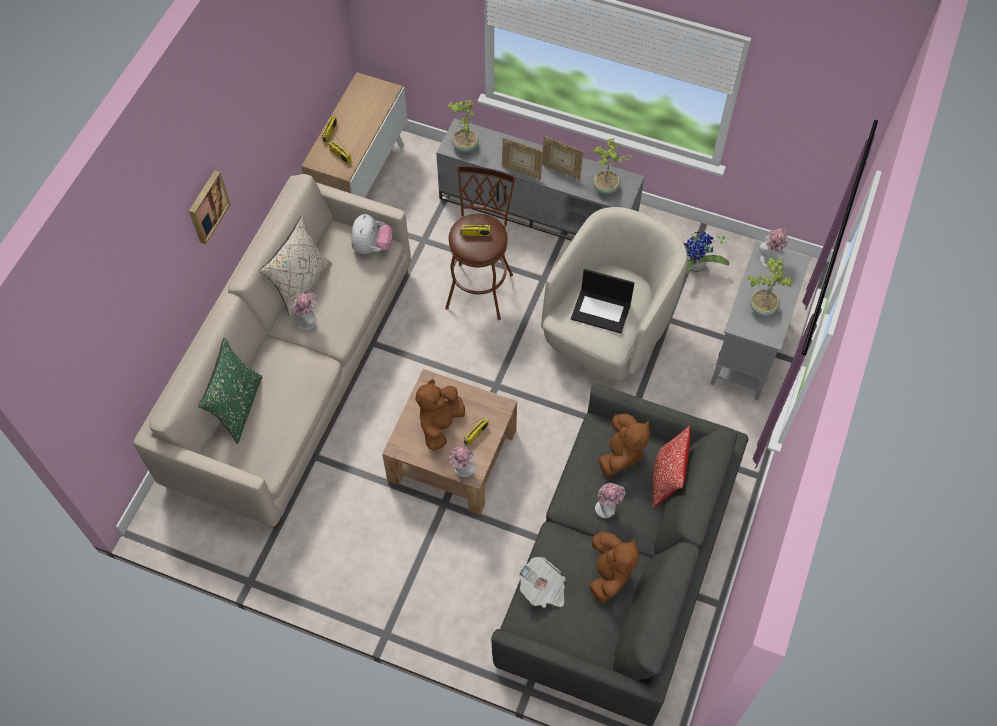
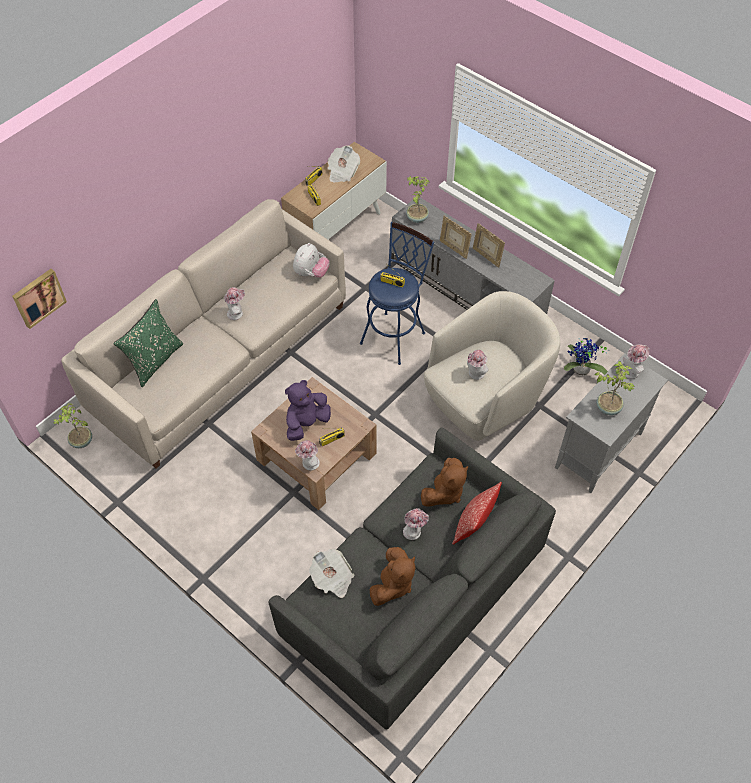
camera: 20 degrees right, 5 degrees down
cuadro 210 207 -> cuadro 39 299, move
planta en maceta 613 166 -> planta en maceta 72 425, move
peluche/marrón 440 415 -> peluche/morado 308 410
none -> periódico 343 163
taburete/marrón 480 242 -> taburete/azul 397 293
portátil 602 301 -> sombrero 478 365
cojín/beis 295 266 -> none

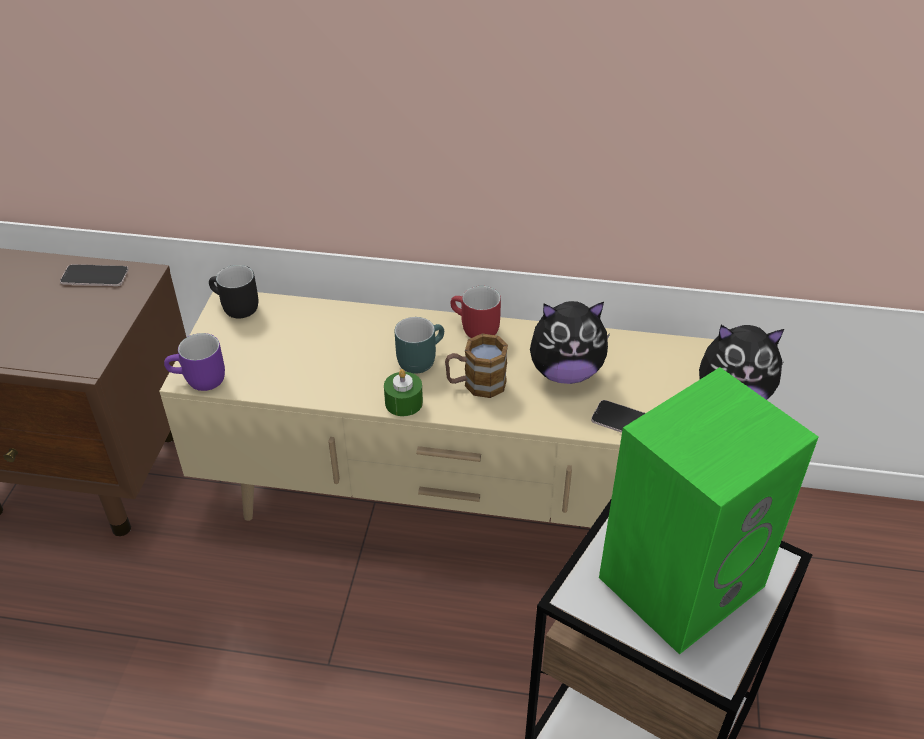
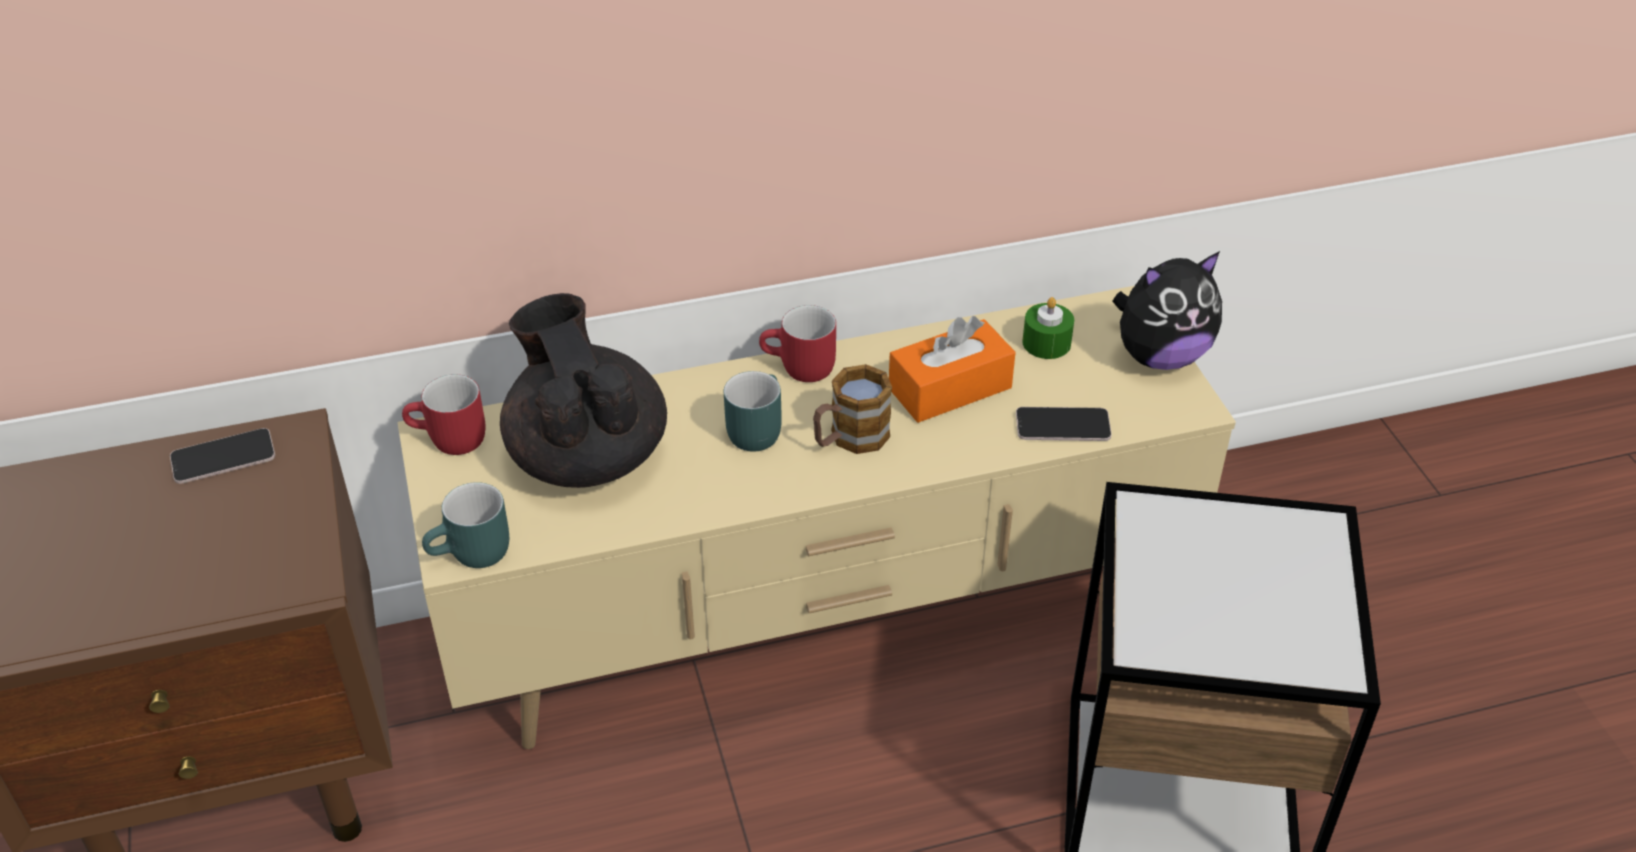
camera: 25 degrees left, 0 degrees up
taza grande/negro 233 291 -> taza grande/rojo 443 414
taza grande/morado 194 362 -> taza grande/turquesa 465 525
none -> tetera/negro 583 390
peluche 570 342 -> caja de pañuelos/naranja 952 369
vela/verde 403 392 -> vela/verde 1048 328, move
altavoz/verde 709 511 -> none

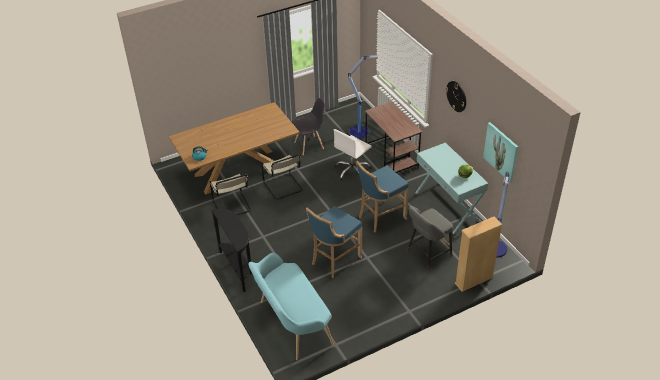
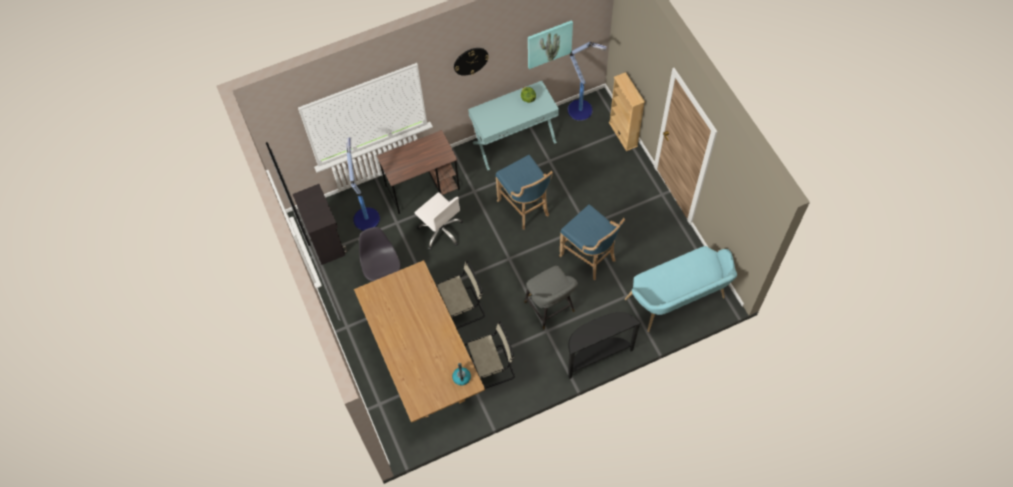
camera: 85 degrees left, 20 degrees up
none -> armario/negro 320 224
taburete/gris 430 238 -> taburete/gris 551 298, move

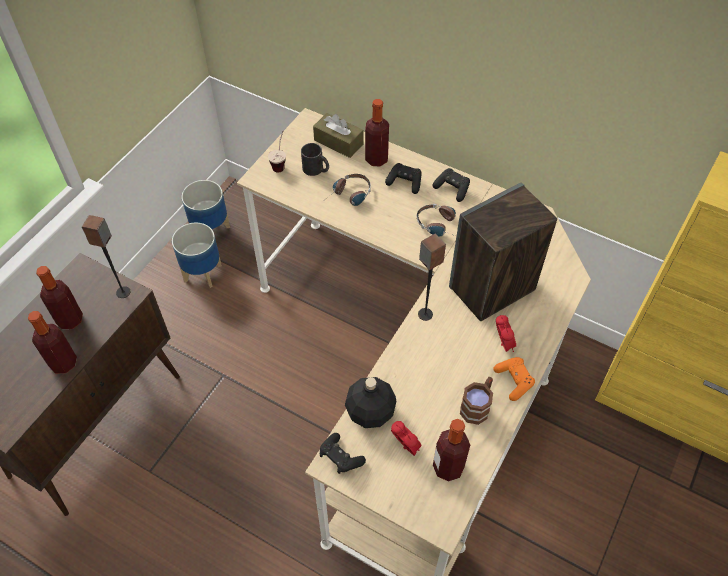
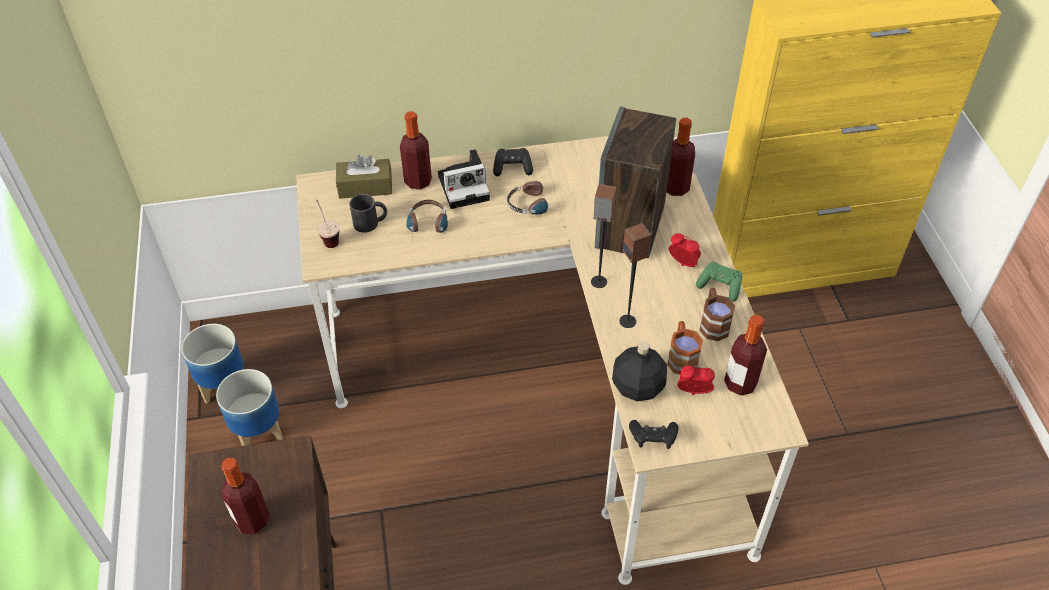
camera: 40 degrees left, 5 degrees down
mando de consola/negro 403 178 -> cámara 464 179
altavoz 106 256 -> altavoz 635 275, move
botella 52 342 -> botella 680 157, move
none -> taza grande/marrón 685 348
mando de consola/naranja 514 379 -> mando de consola/verde 719 282

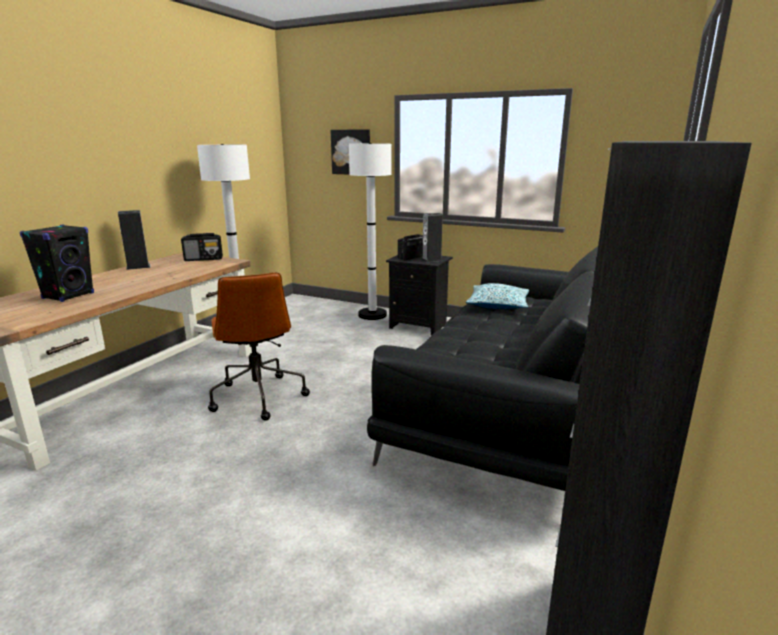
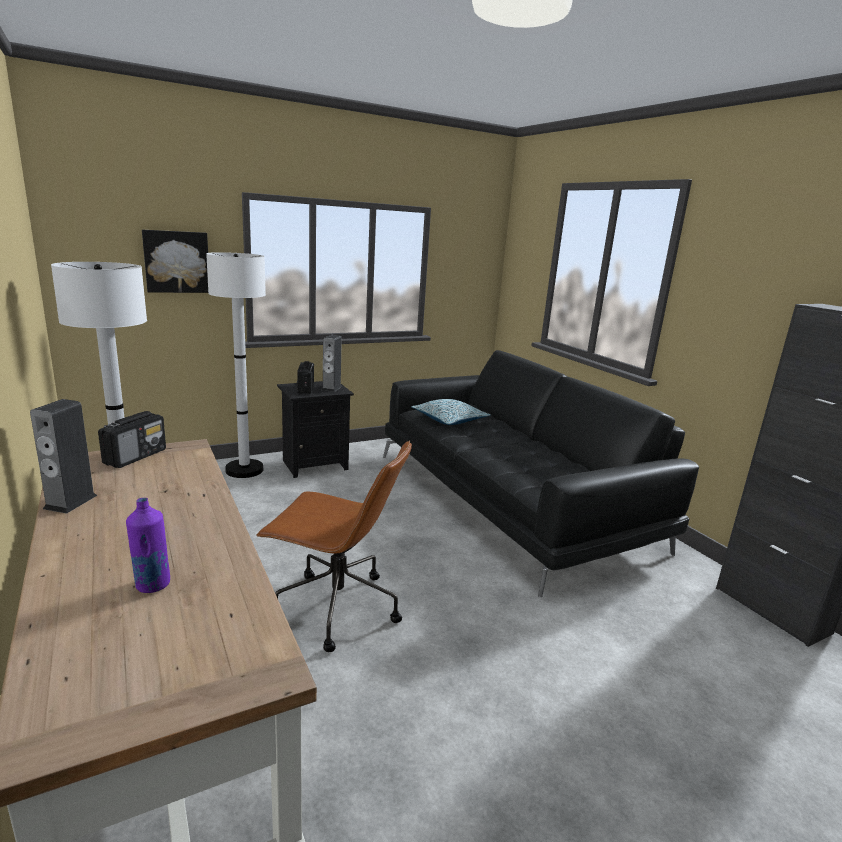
camera: 55 degrees left, 0 degrees up
altavoz/negro 57 263 -> botella/morado 148 545

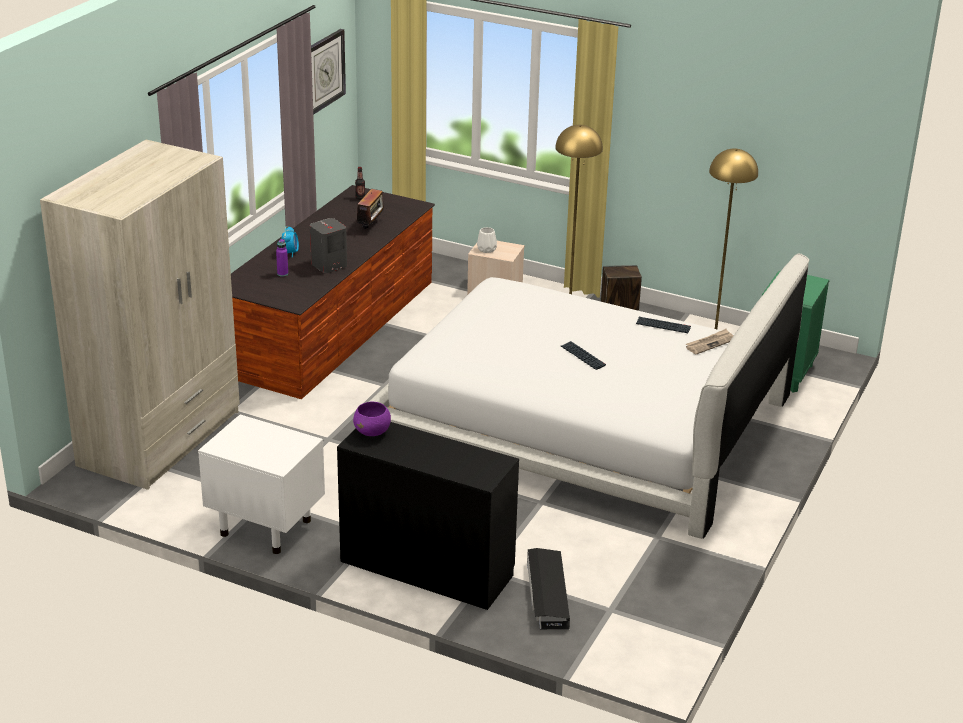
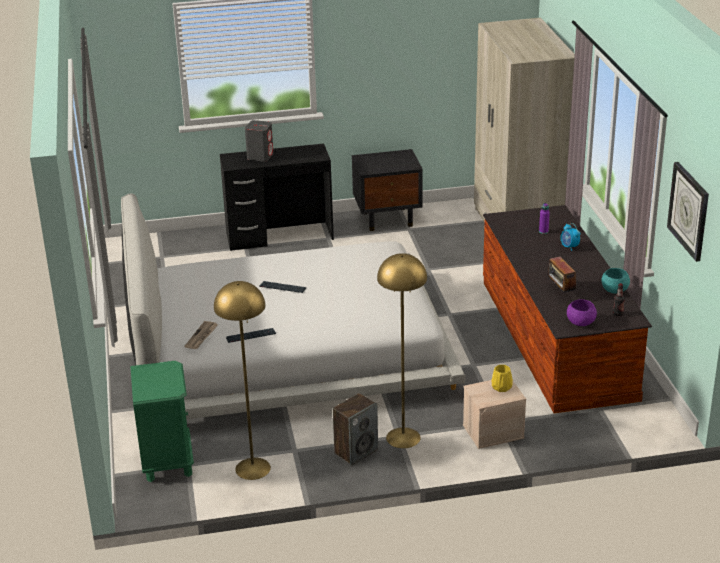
camera: 145 degrees right, 0 degrees up
altavoz/gris 328 245 -> altavoz/gris 259 141, move
mesita de noche/blanco 261 484 -> mesita de noche/negro 387 190
florero/blanco 487 240 -> florero/amarillo 502 378
cuenco/morado 372 419 -> cuenco/morado 582 312, move
none -> cuenco/turquesa 616 281
caja de almacenaje/negro 548 588 -> none

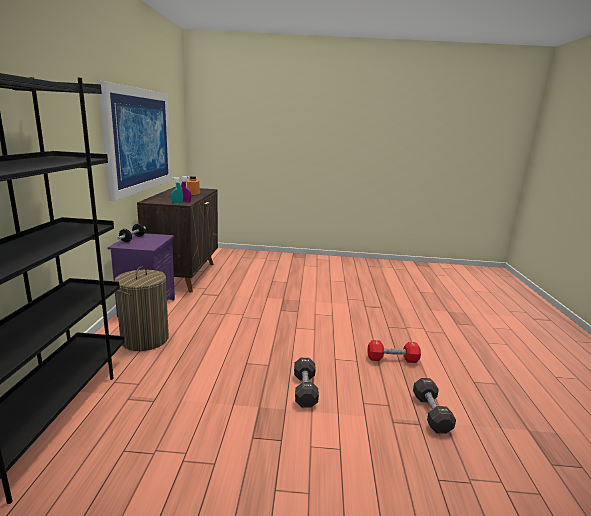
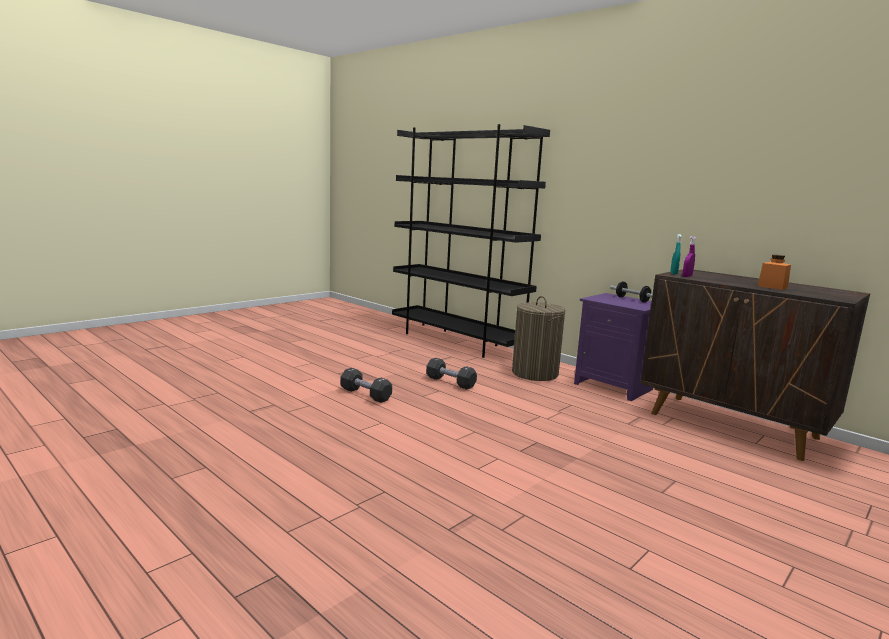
camera: 130 degrees right, 5 degrees down
mancuerna/negro 434 406 -> mancuerna/negro 451 373, move
cuadro 135 141 -> none
mancuerna/rojo 394 351 -> none

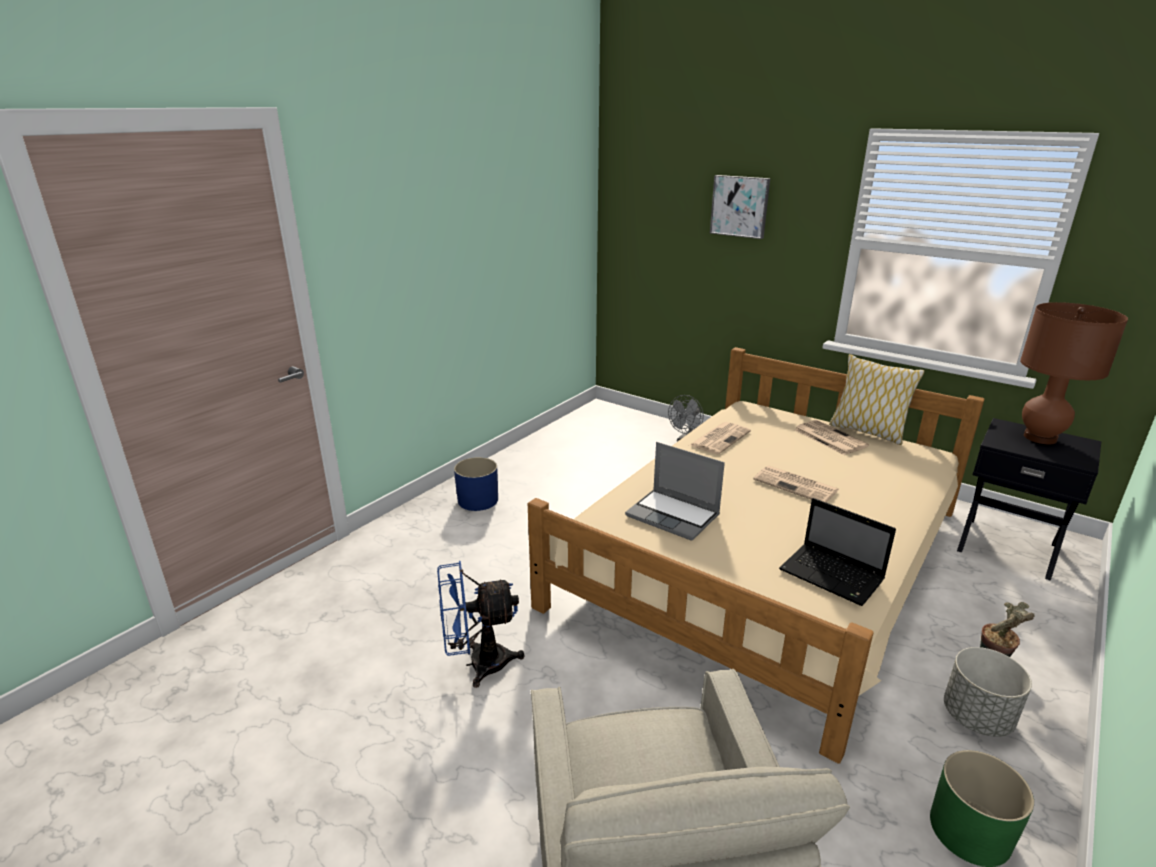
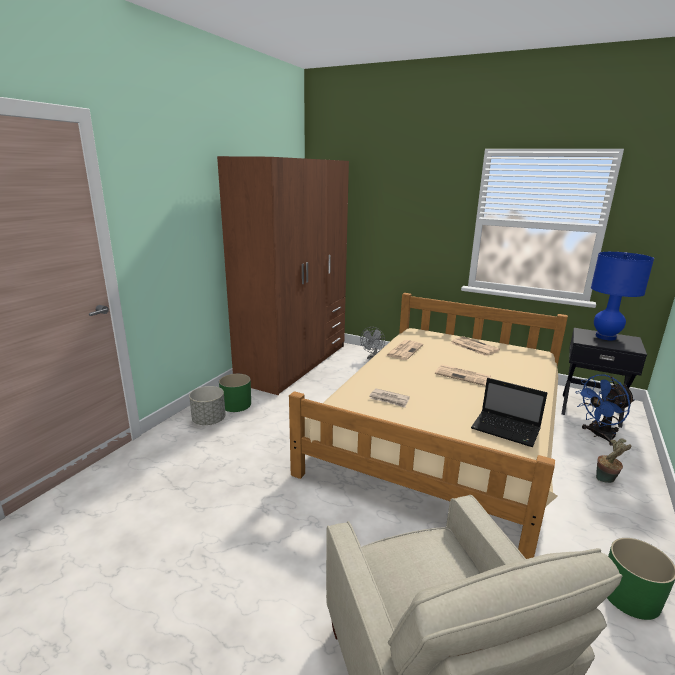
camera: 10 degrees left, 5 degrees down
maceta/gris 988 692 -> maceta/gris 207 405, move
none -> armario ropero/marrón 283 275
maceta/azul 476 484 -> maceta/verde 235 393
portátil 675 491 -> periódico 389 398
ventilador/azul 480 624 -> ventilador/azul 605 410, move
lámpara de mesa/marrón 1074 373 -> lámpara de mesa/azul 622 296
cuadro 740 207 -> none
cojín 877 399 -> none

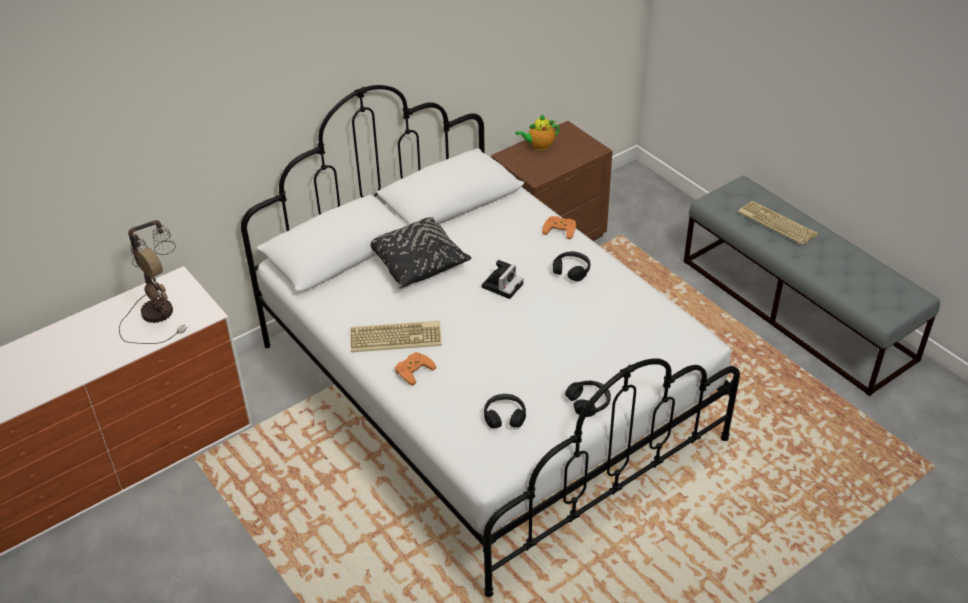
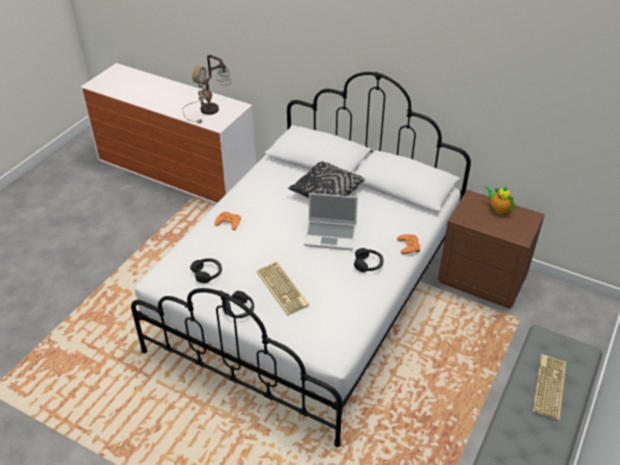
camera: 65 degrees right, 0 degrees up
teclado 396 336 -> teclado 282 289, move
cámara 502 279 -> portátil 331 221

